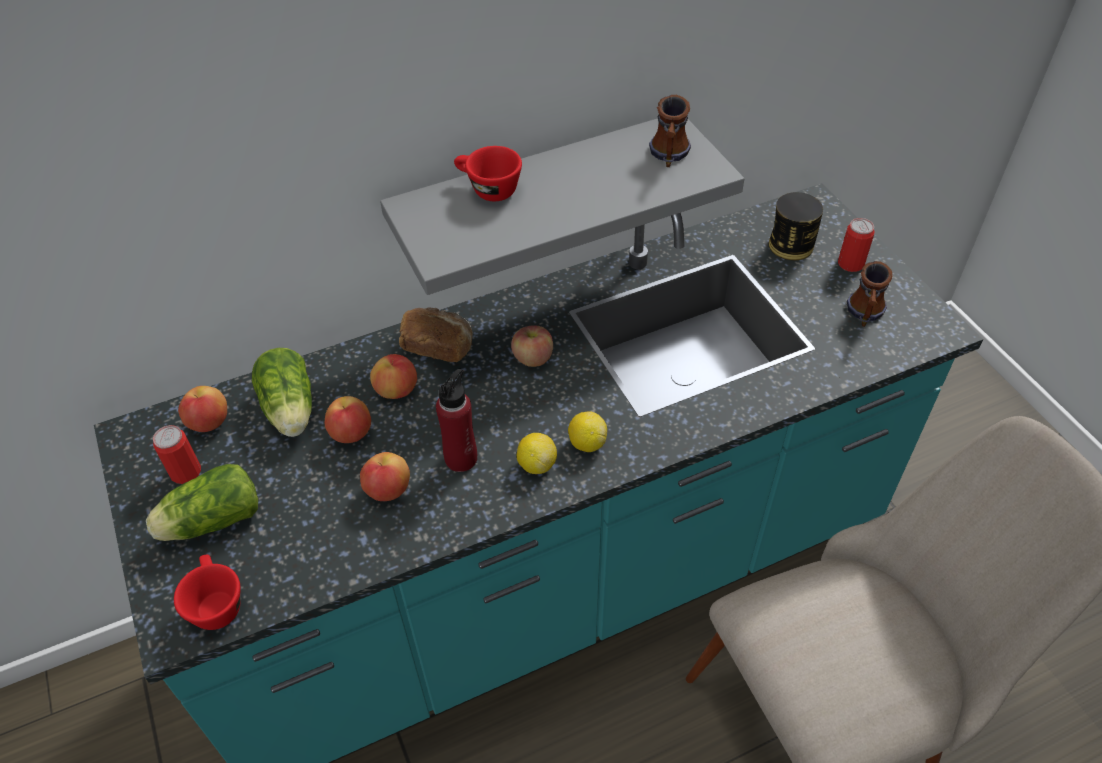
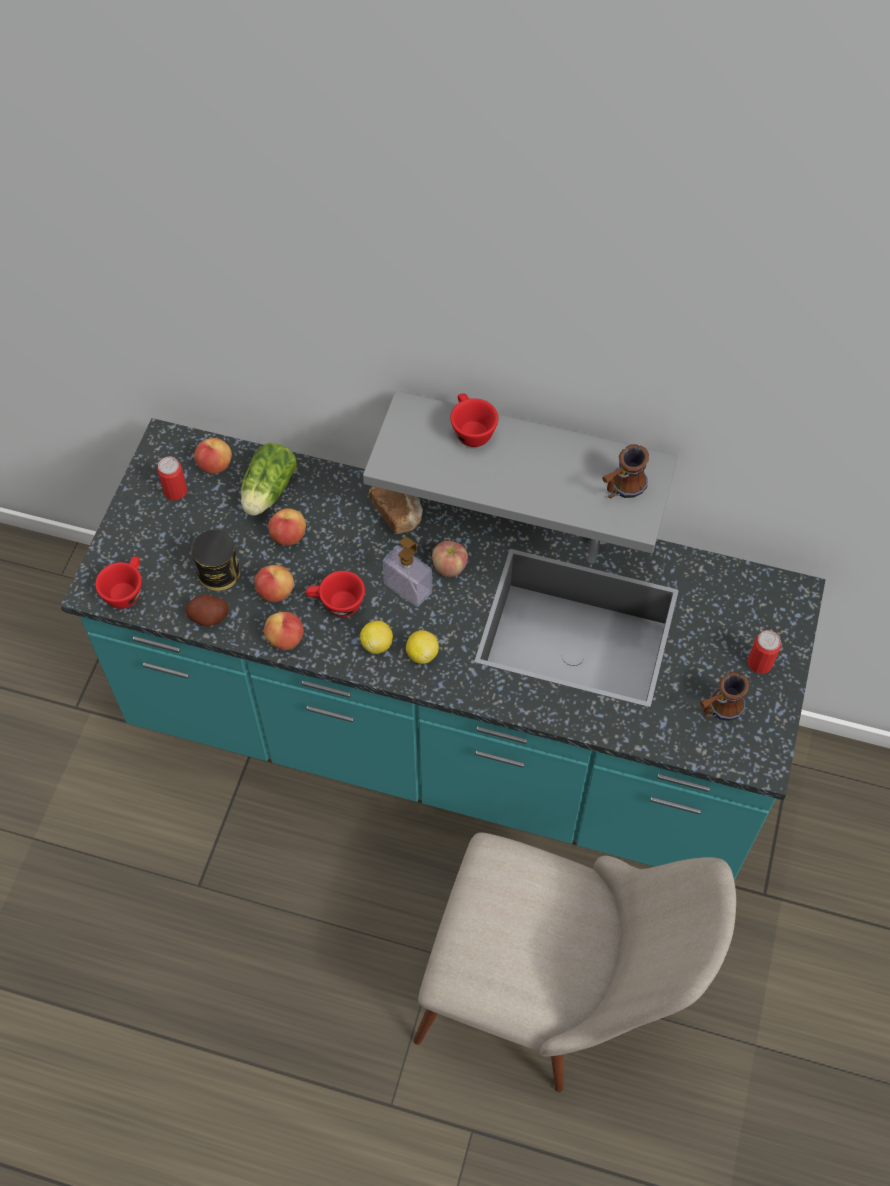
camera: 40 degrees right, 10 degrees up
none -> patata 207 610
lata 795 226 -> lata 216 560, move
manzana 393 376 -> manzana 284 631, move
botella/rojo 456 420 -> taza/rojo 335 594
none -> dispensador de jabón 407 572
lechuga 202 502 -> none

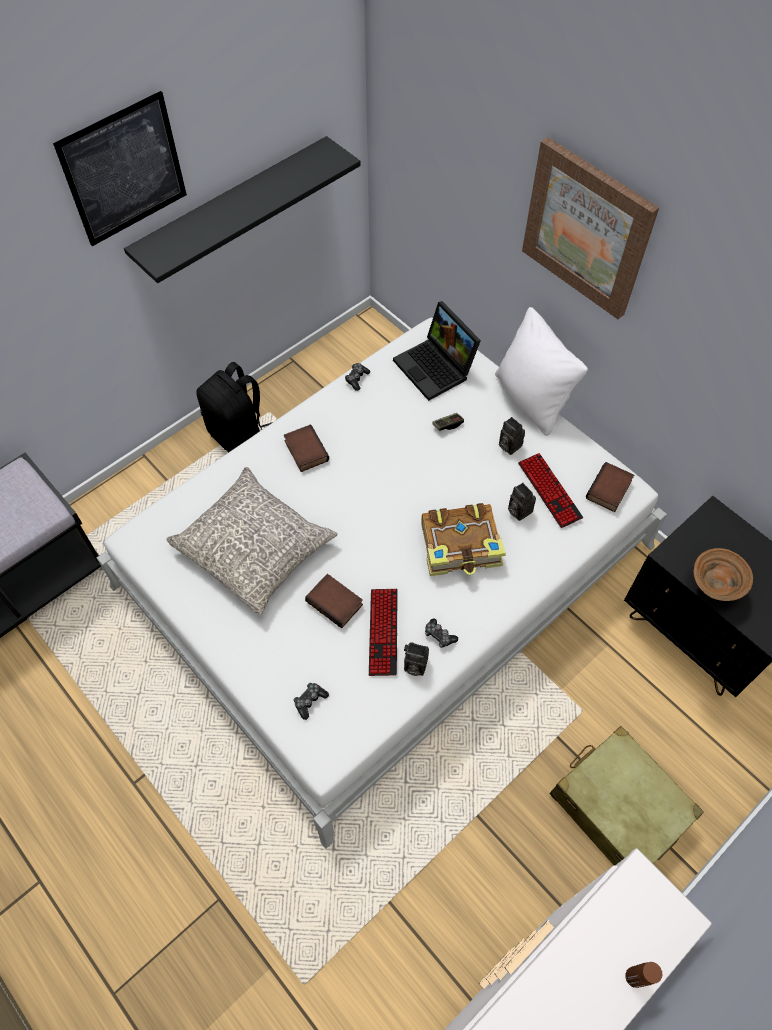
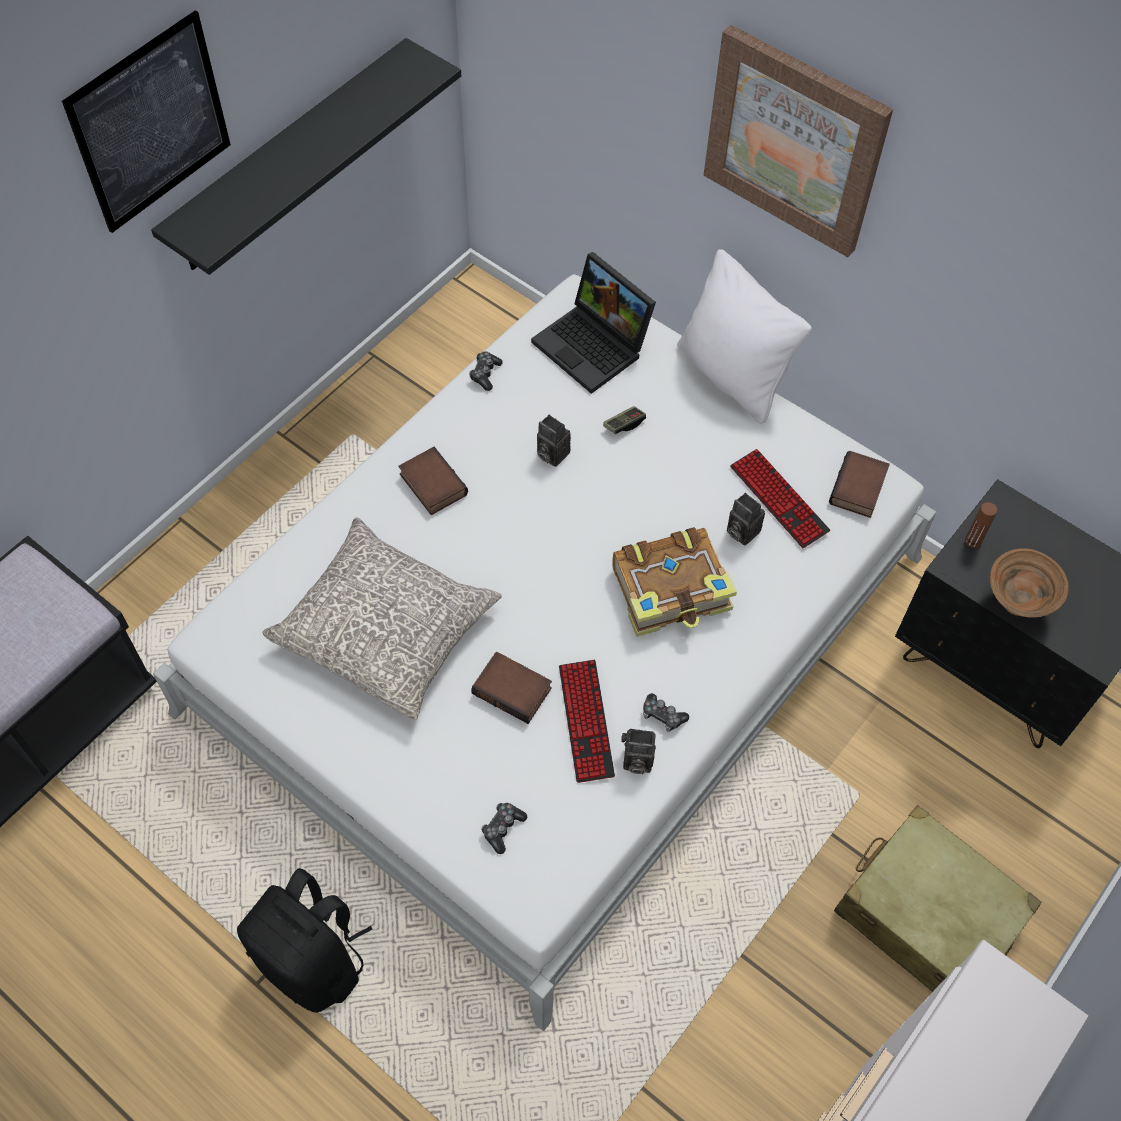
camera: 10 degrees left, 0 degrees up
mochila/negro 234 407 -> mochila/negro 304 940, move
cámara 512 436 -> cámara 554 441, move
botella/marrón 643 975 -> botella/marrón 981 525, move

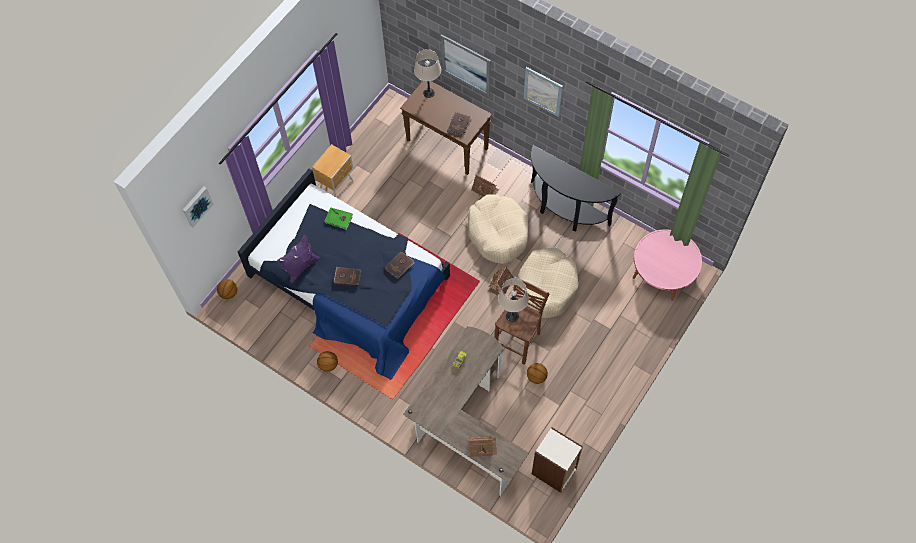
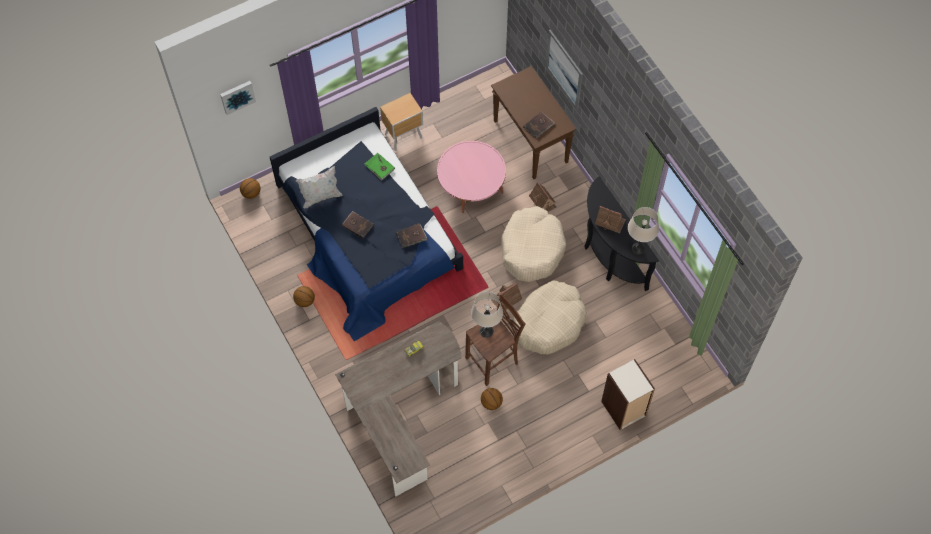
camera: 25 degrees right, 0 degrees up
cojín/morado 298 258 -> cojín/blanco 319 187
mesa de centro/rosa 667 265 -> mesa de centro/rosa 471 177, move
casita 483 447 -> casita 610 219, move
estantería 557 460 -> estantería 628 394, move
lámpara de mesa/beis 427 73 -> lámpara de mesa/beis 643 231, move
cuadro 543 92 -> none

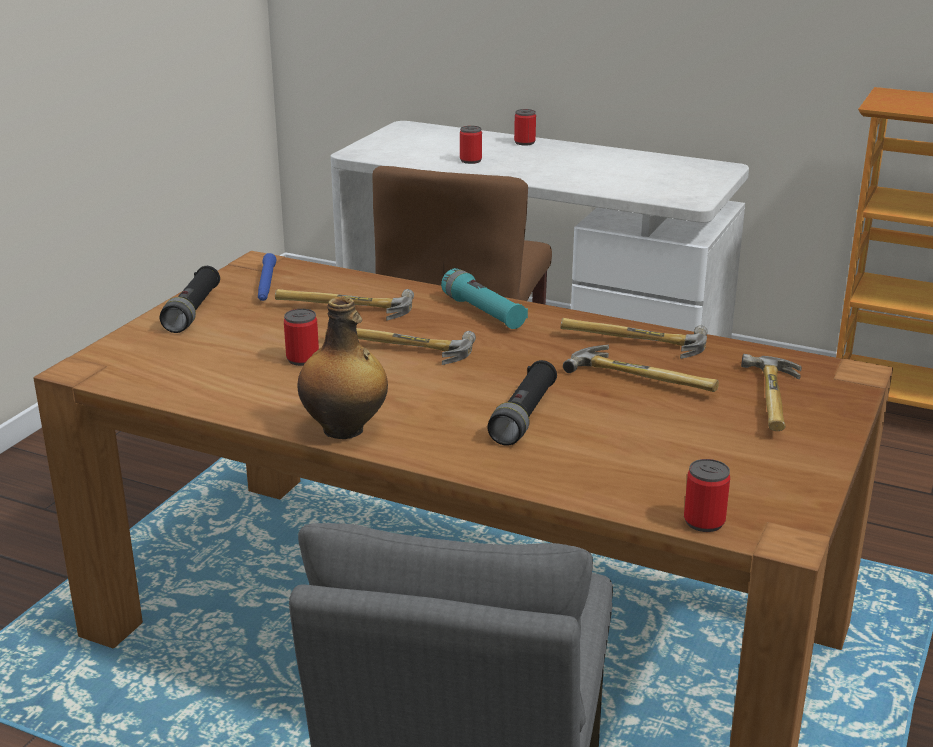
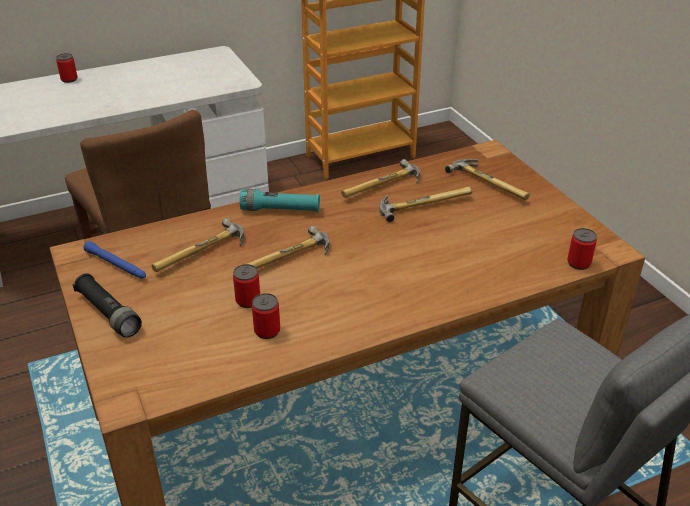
camera: 50 degrees left, 10 degrees up
lata 471 145 -> lata 266 316, move
botella 342 367 -> none
linterna/negro 522 403 -> none

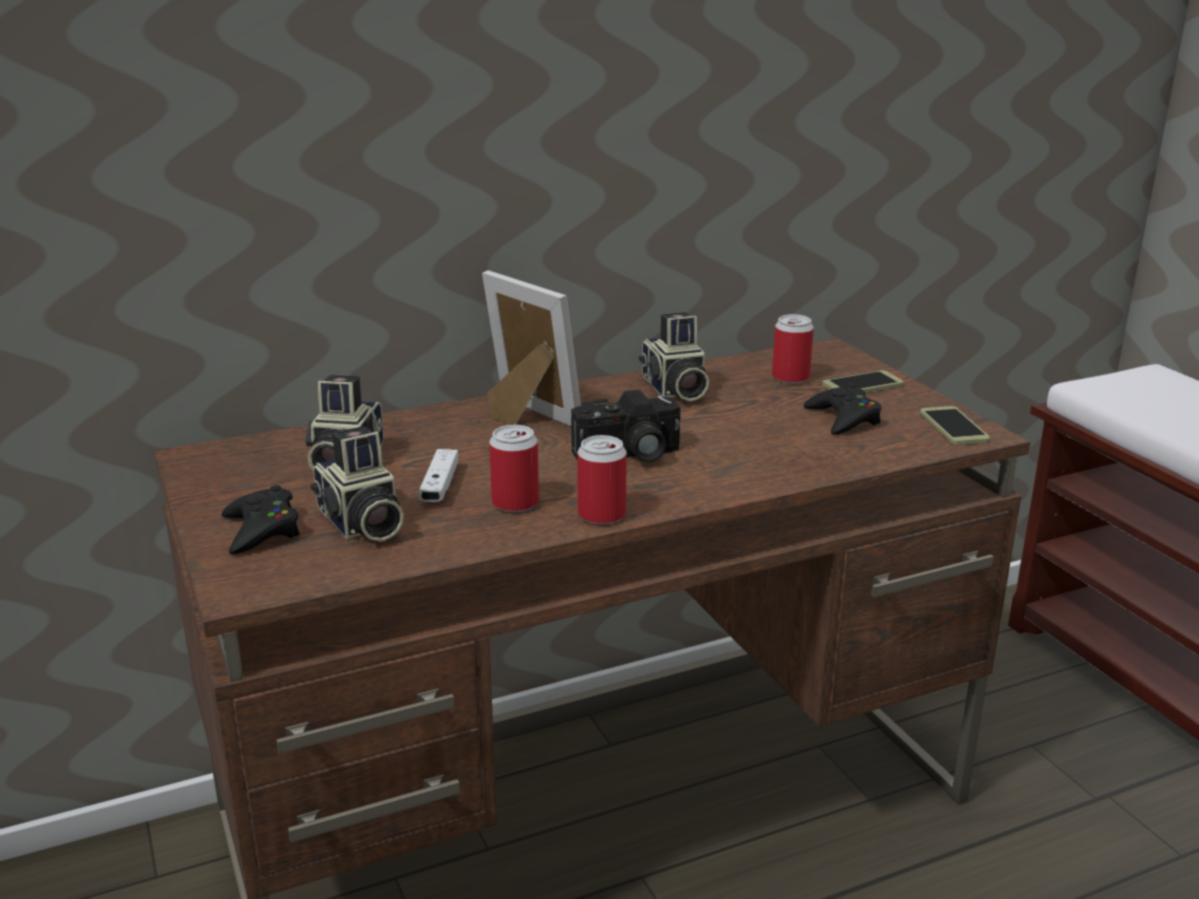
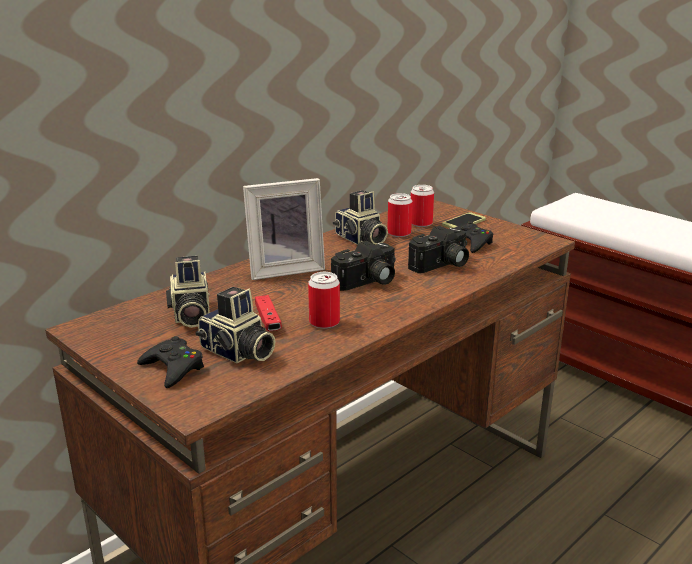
camera: 20 degrees left, 0 degrees up
portarretratos 531 348 -> portarretratos 284 229, 135 degrees clockwise
mando de consola/blanco 438 475 -> mando de consola/rojo 268 313
lata 602 479 -> lata 399 215, move
none -> cámara 438 249
móvil 955 425 -> none

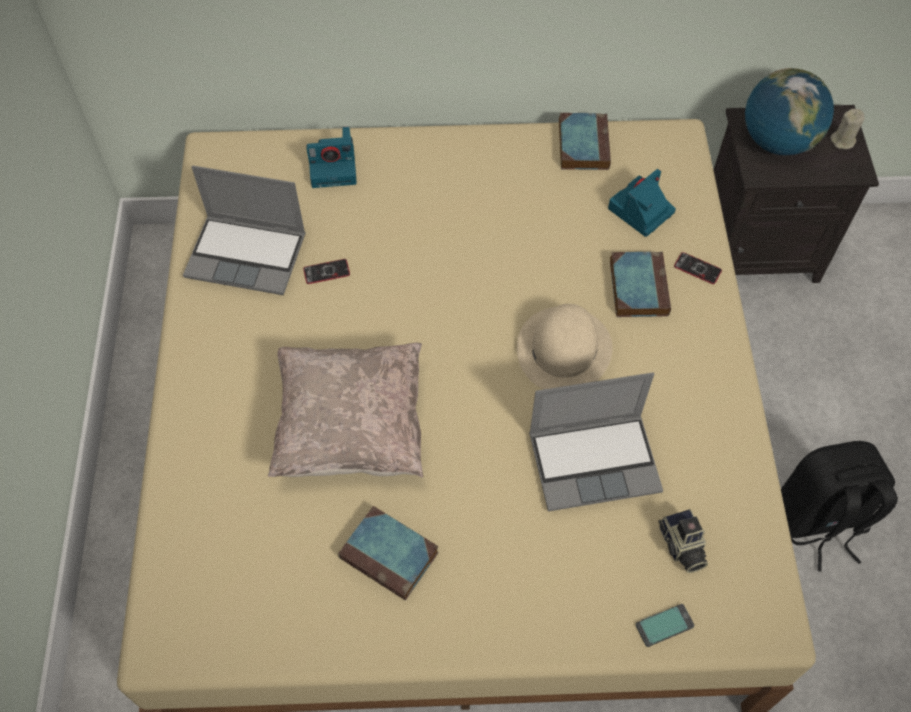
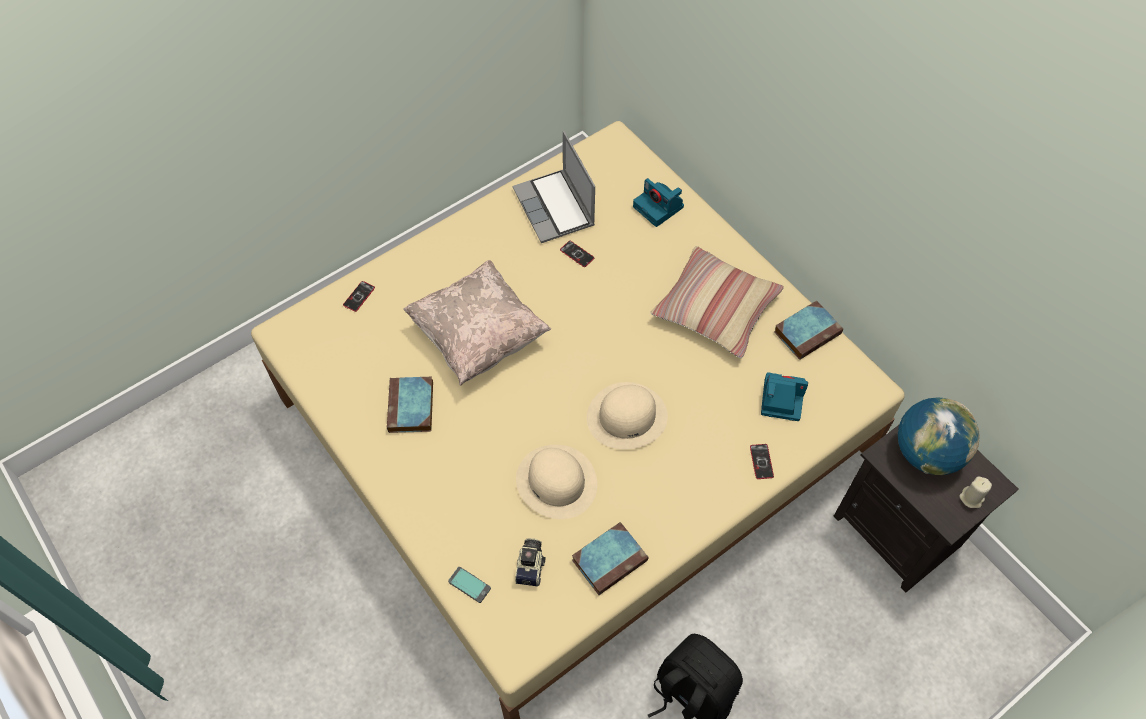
camera: 55 degrees right, 0 degrees up
none -> móvil 359 296
cámara 683 541 -> cámara 530 562, 150 degrees clockwise
portátil 596 442 -> sombrero/beis 556 482
libro 640 284 -> libro 610 558, move
none -> cojín 717 302

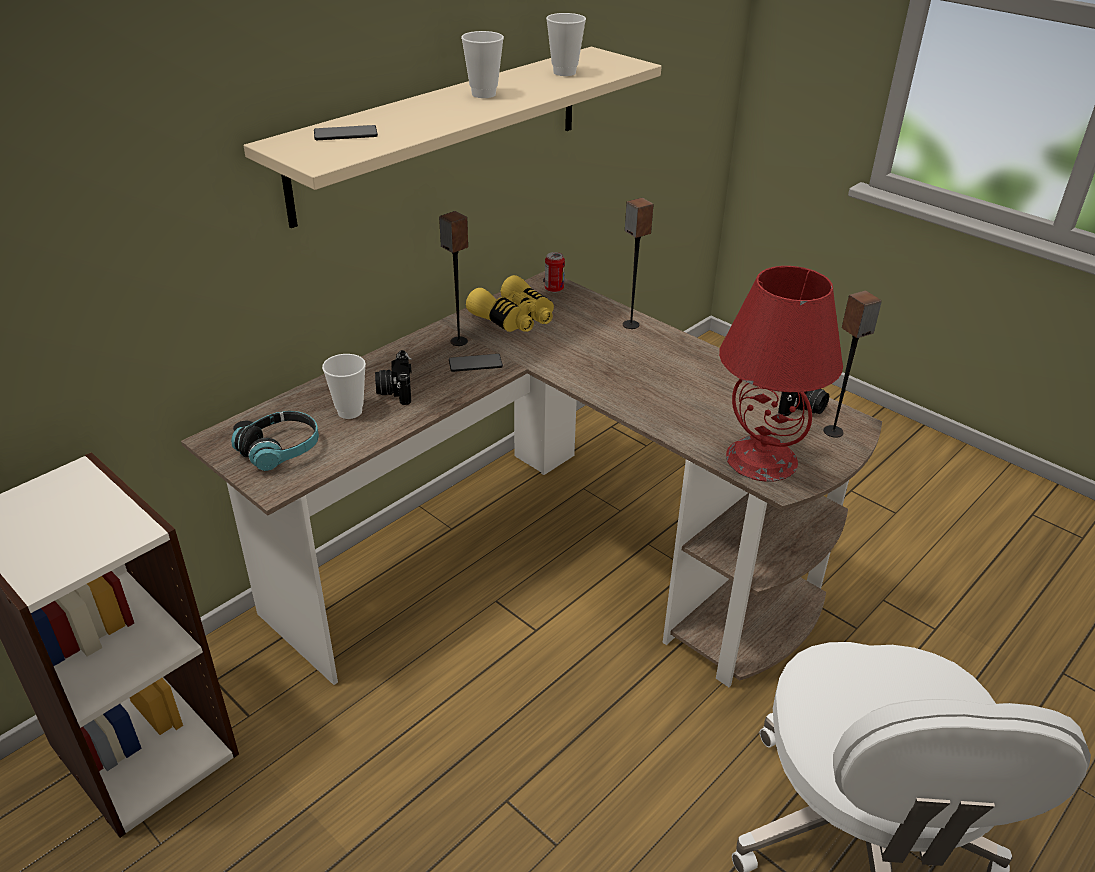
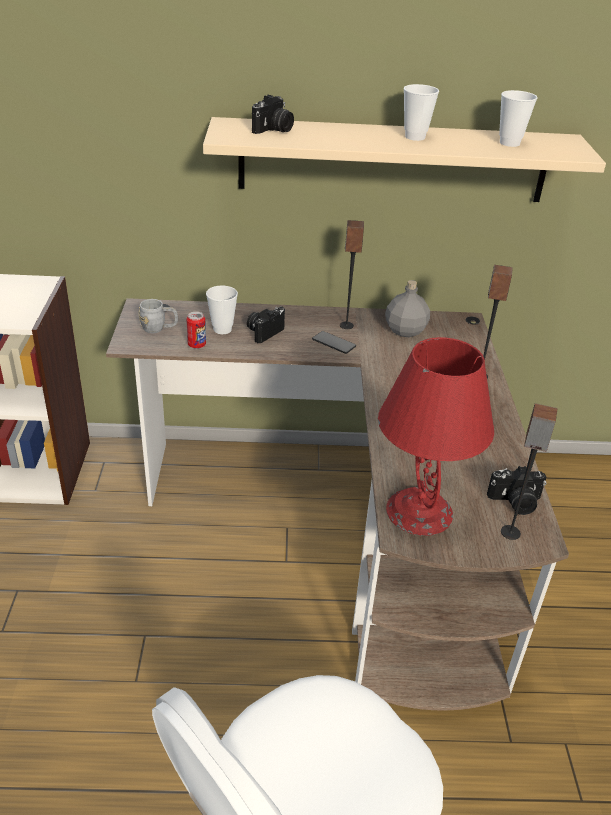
camera: 45 degrees right, 0 degrees up
auriculares 275 441 -> taza grande/gris 158 316
lata 555 272 -> lata 196 330, move
móvil 346 132 -> cámara 273 114
prismáticos/amarillo 510 303 -> botella/gris 407 308

